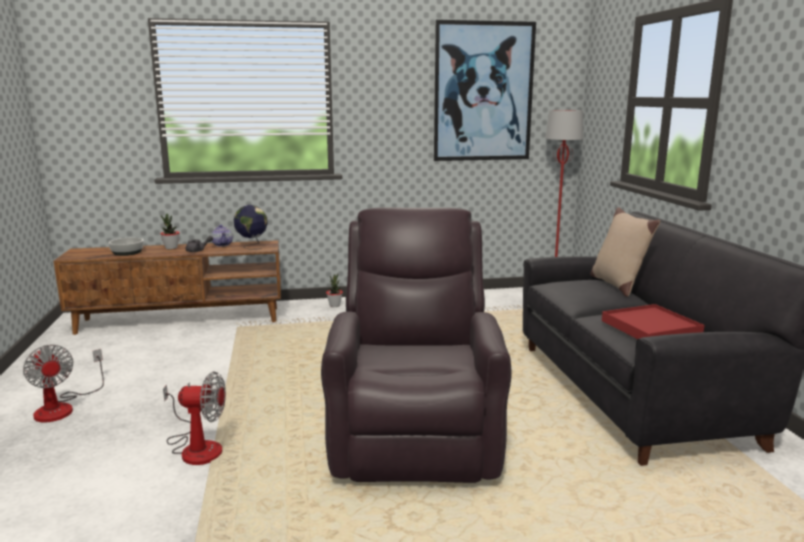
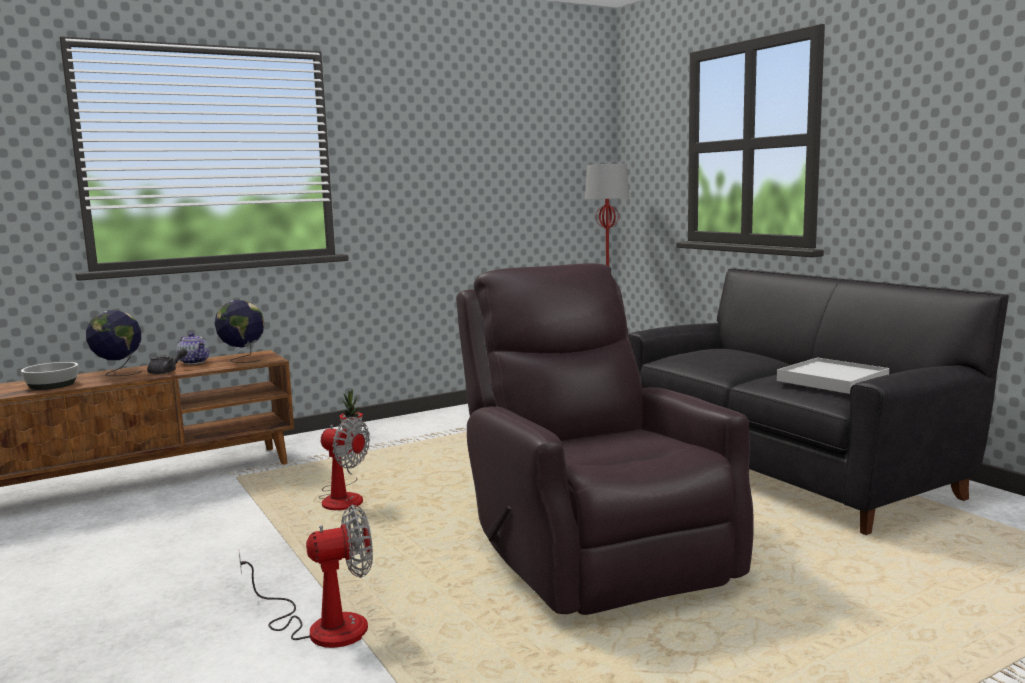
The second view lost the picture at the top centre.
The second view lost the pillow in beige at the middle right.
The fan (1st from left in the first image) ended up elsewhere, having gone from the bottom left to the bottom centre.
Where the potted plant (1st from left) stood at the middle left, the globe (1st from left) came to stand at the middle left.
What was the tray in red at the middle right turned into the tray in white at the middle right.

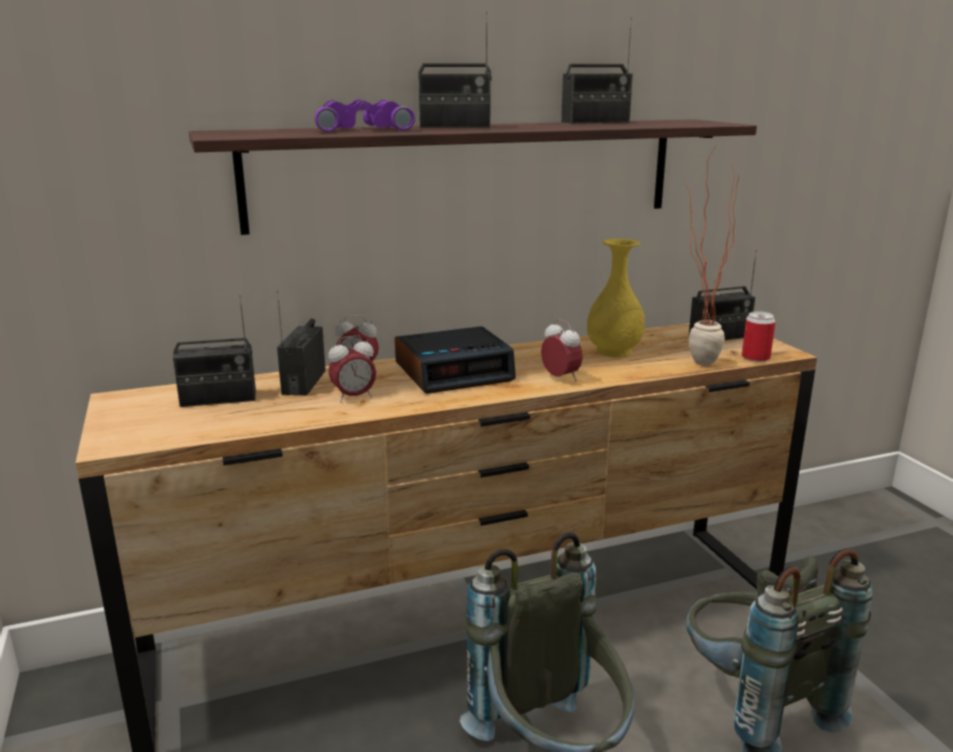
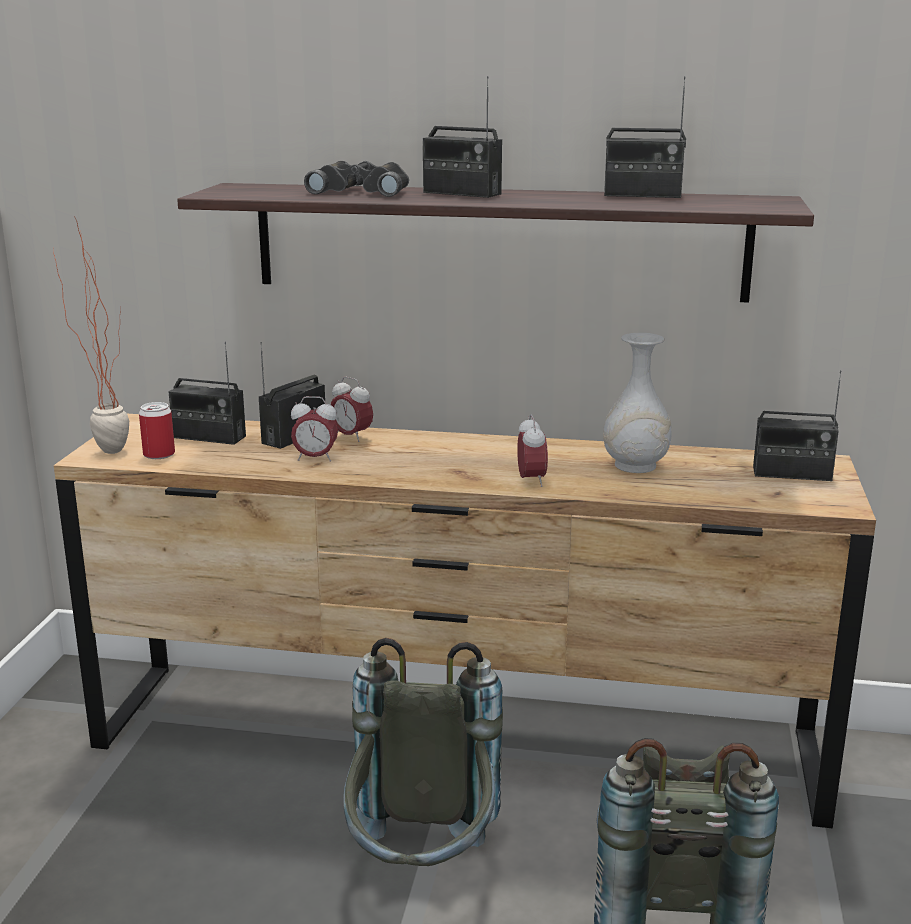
The second view lost the alarm clock (3rd from left) at the centre.
The potted plant ended up elsewhere, having gone from the middle right to the middle left.
The can ended up elsewhere, having gone from the middle right to the middle left.
What was the binoculars in purple at the top centre turned into the binoculars in black at the top centre.
What was the vase in yellow at the centre turned into the vase in white at the middle right.

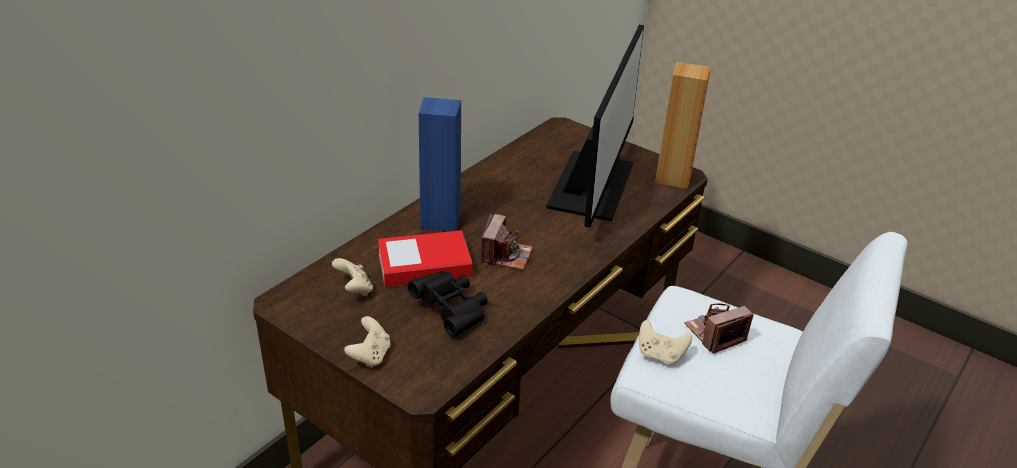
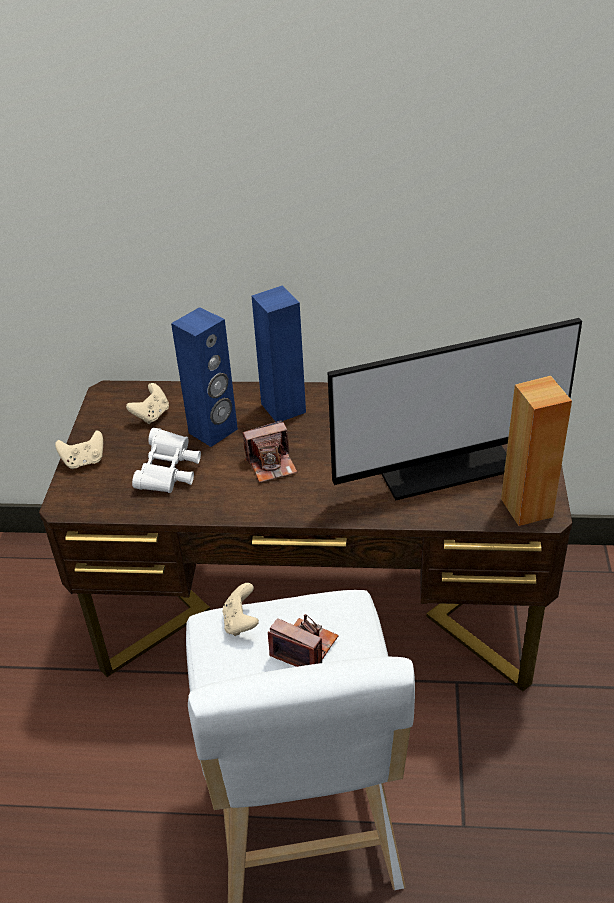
Where the book stood at the centre, the speaker in blue (1st from left) came to stand at the middle left.
What was the binoculars in black at the centre turned into the binoculars in white at the middle left.

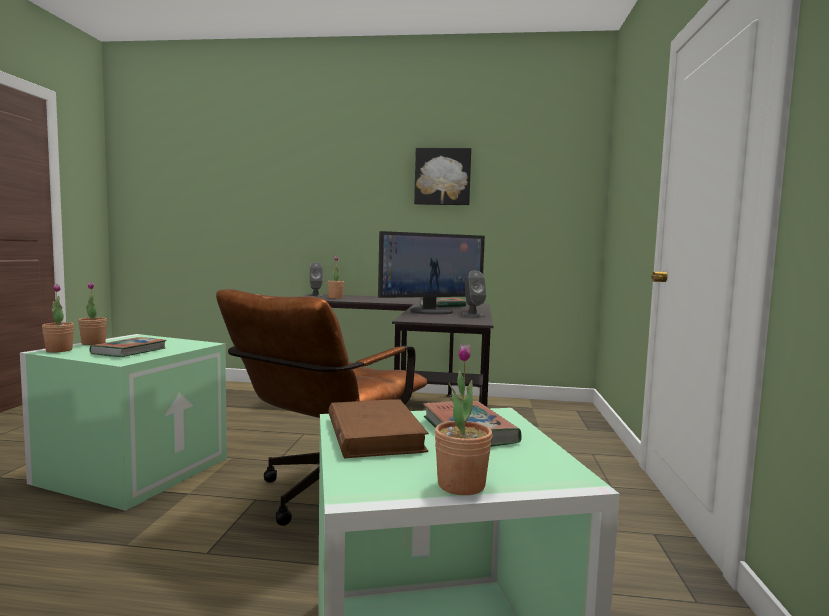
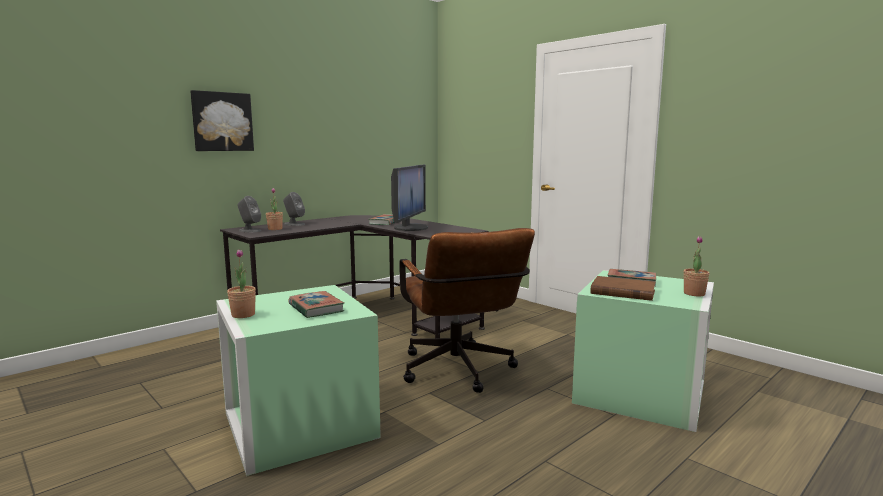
The second view lost the potted plant (1st from left) at the middle left.
The picture ended up elsewhere, having gone from the top centre to the top left.
The speaker in grey (2nd from left) ended up elsewhere, having gone from the centre to the middle left.

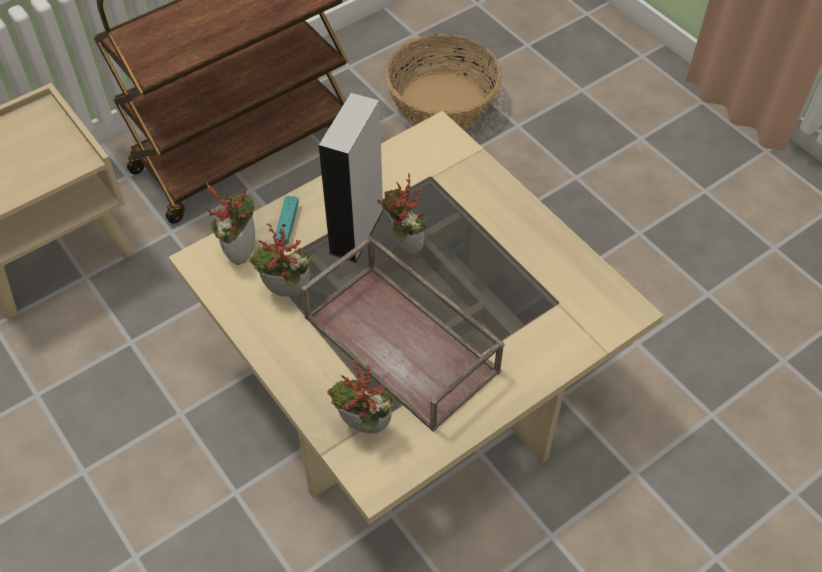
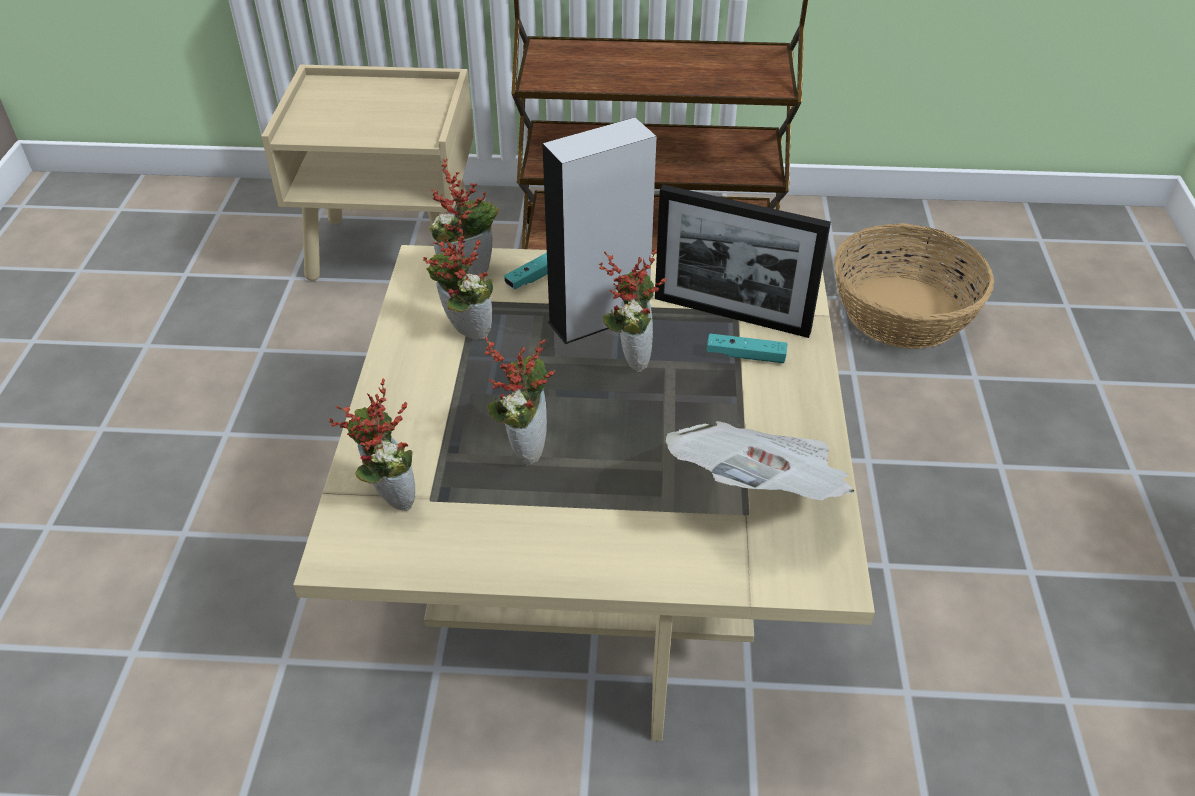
The second view gained the picture frame at the top centre.
The second view gained the newspaper at the centre.
The second view gained the game controller in turquoise (2nd from left) at the centre.
Where the tray in brown stood at the centre, the potted plant (4th from left) came to stand at the centre.

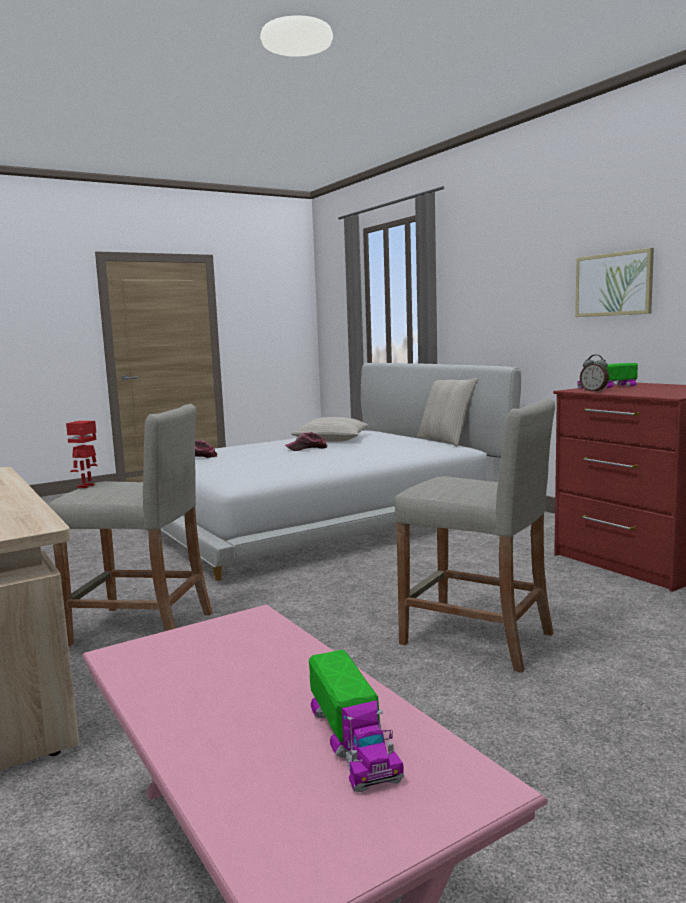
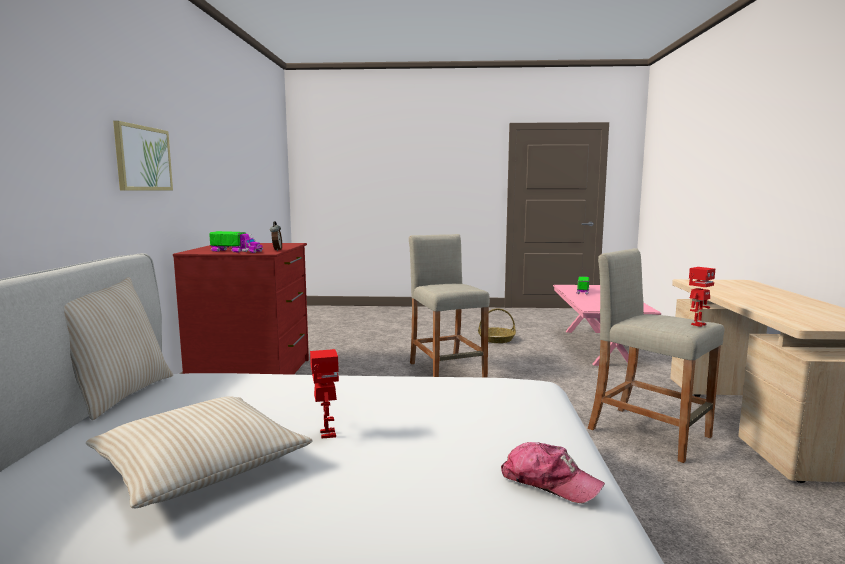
The second view gained the basket at the centre.
Where the cap (2nd from left) stood at the centre, the toy robot (1st from left) came to stand at the bottom centre.

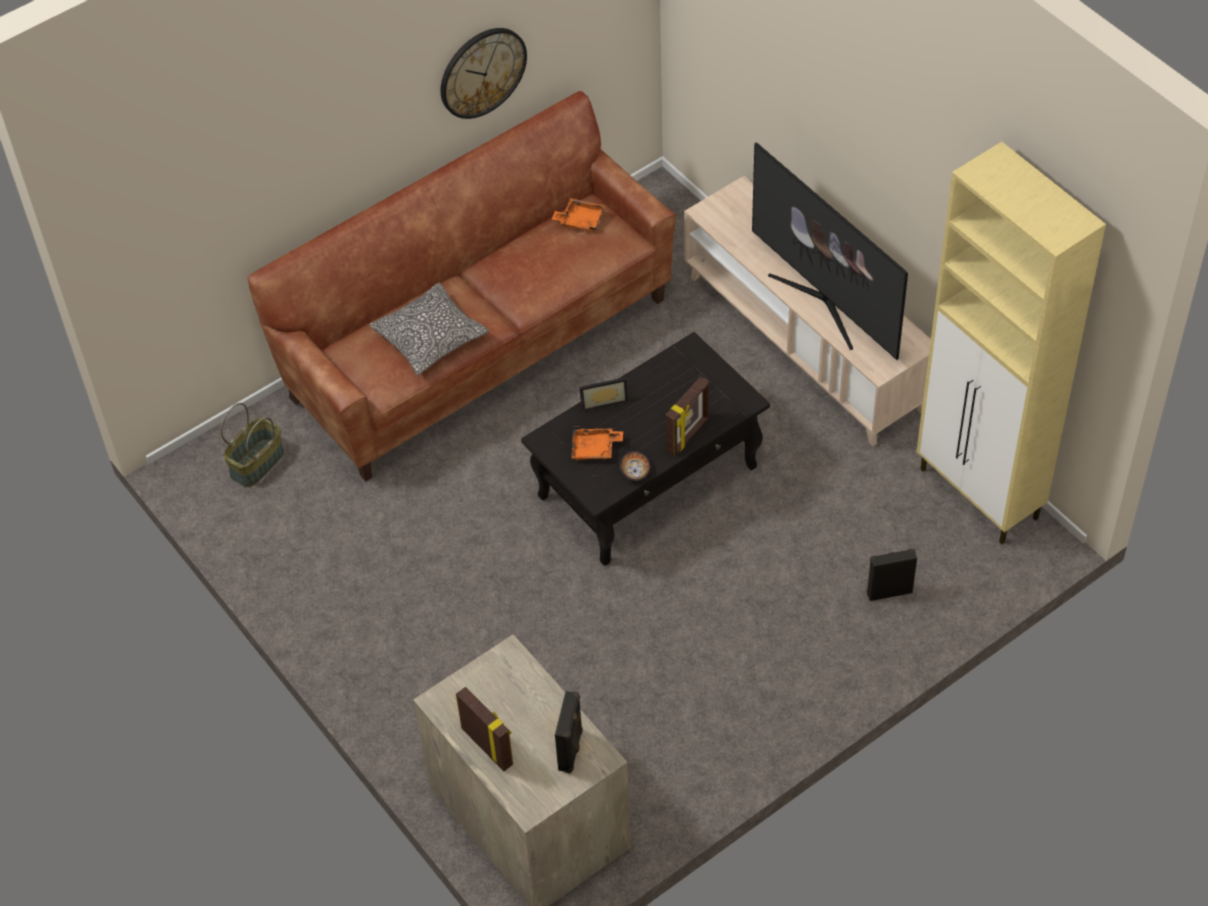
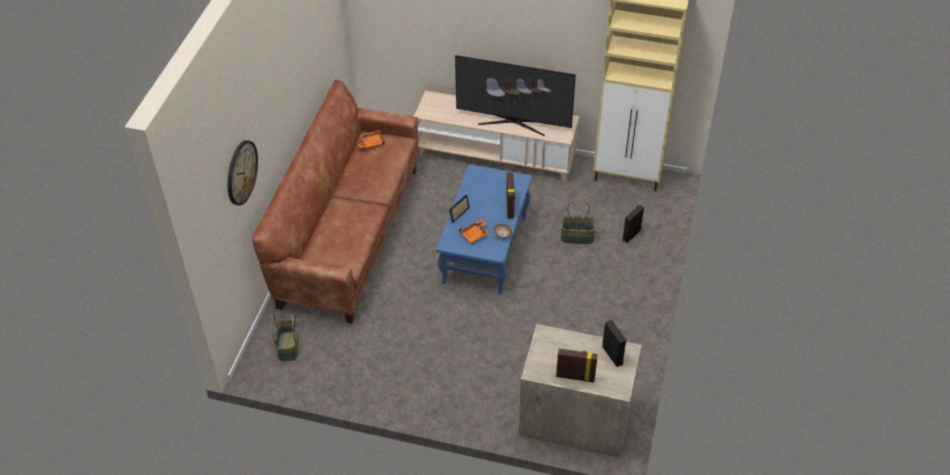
The second view lost the pillow at the centre.
The second view gained the basket (2nd from left) at the centre.
The wall clock ended up elsewhere, having gone from the top centre to the middle left.
What was the coffee table in black at the centre turned into the coffee table in blue at the centre.

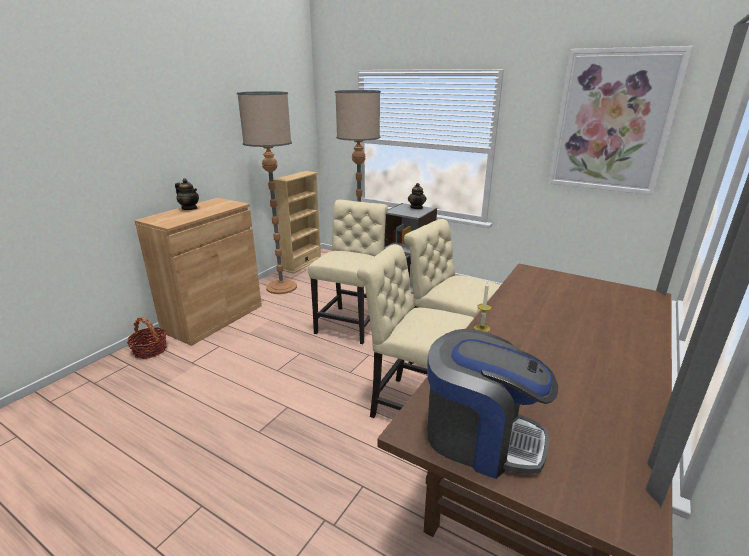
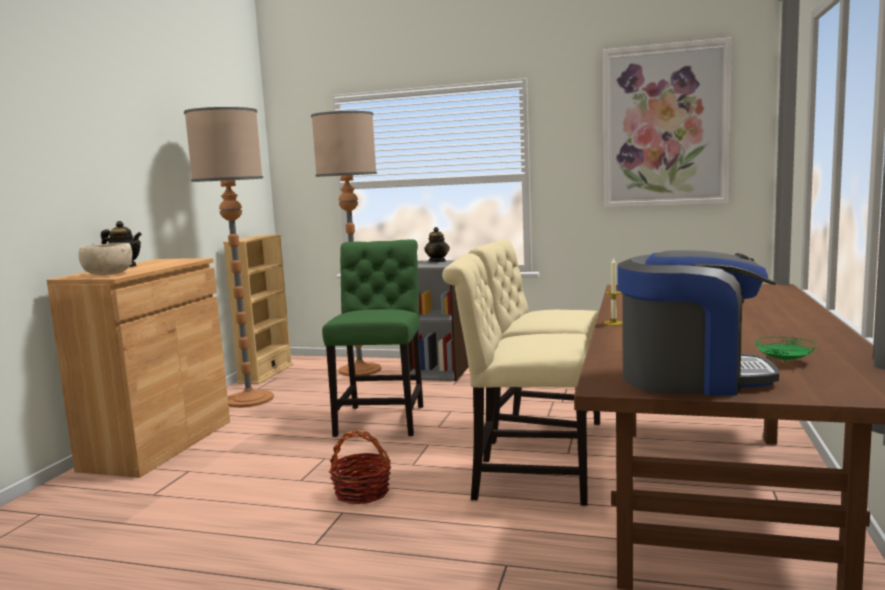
The second view gained the bowl in beige at the middle left.
The second view gained the plate in green at the middle right.
The basket ended up elsewhere, having gone from the middle left to the bottom centre.
What was the chair in beige (1st from left) at the centre turned into the chair in green at the centre.

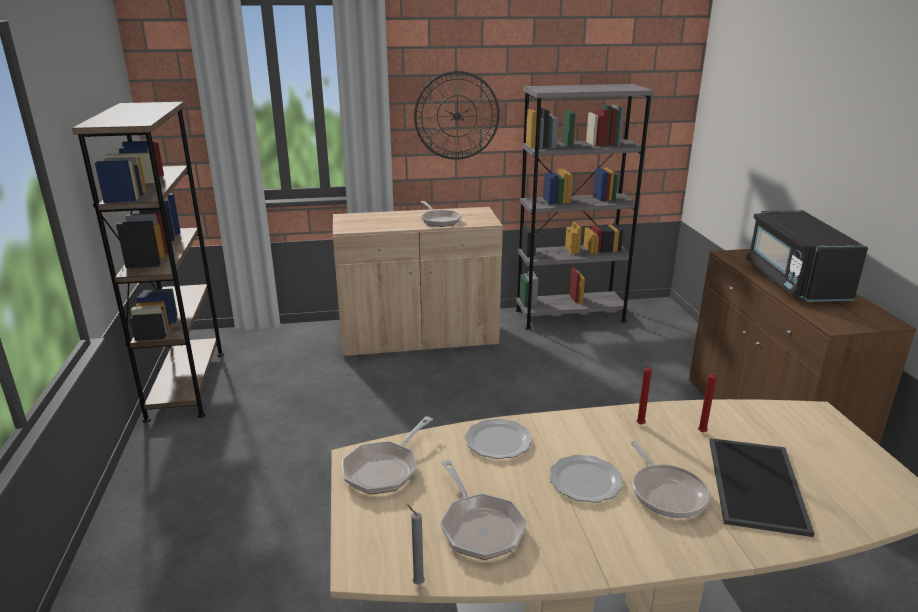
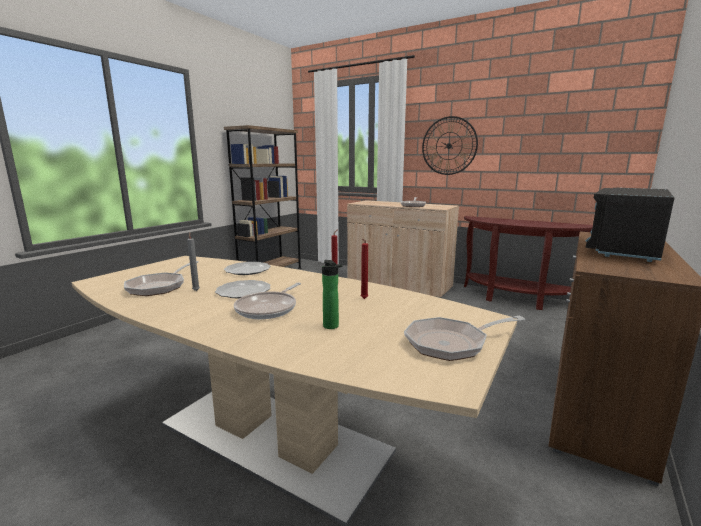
The frying pan (1st from left in the first image) ended up elsewhere, having gone from the bottom centre to the centre.
The candle in grey ended up elsewhere, having gone from the bottom centre to the middle left.
Where the bookcase in grey stood at the centre, the console table in brown came to stand at the middle right.
Where the tray stood at the bottom right, the bottle came to stand at the centre.

